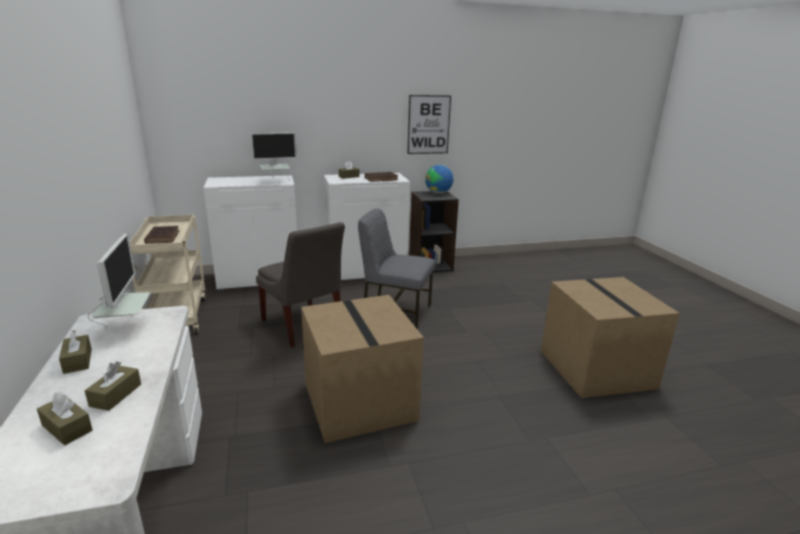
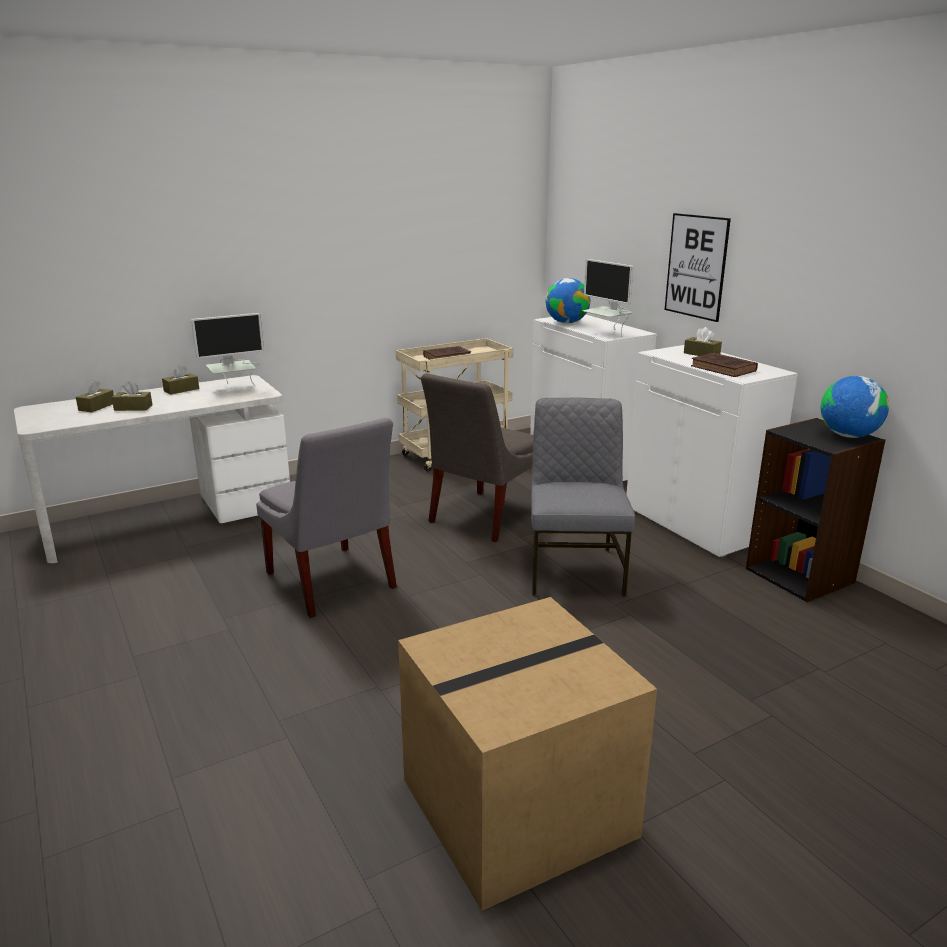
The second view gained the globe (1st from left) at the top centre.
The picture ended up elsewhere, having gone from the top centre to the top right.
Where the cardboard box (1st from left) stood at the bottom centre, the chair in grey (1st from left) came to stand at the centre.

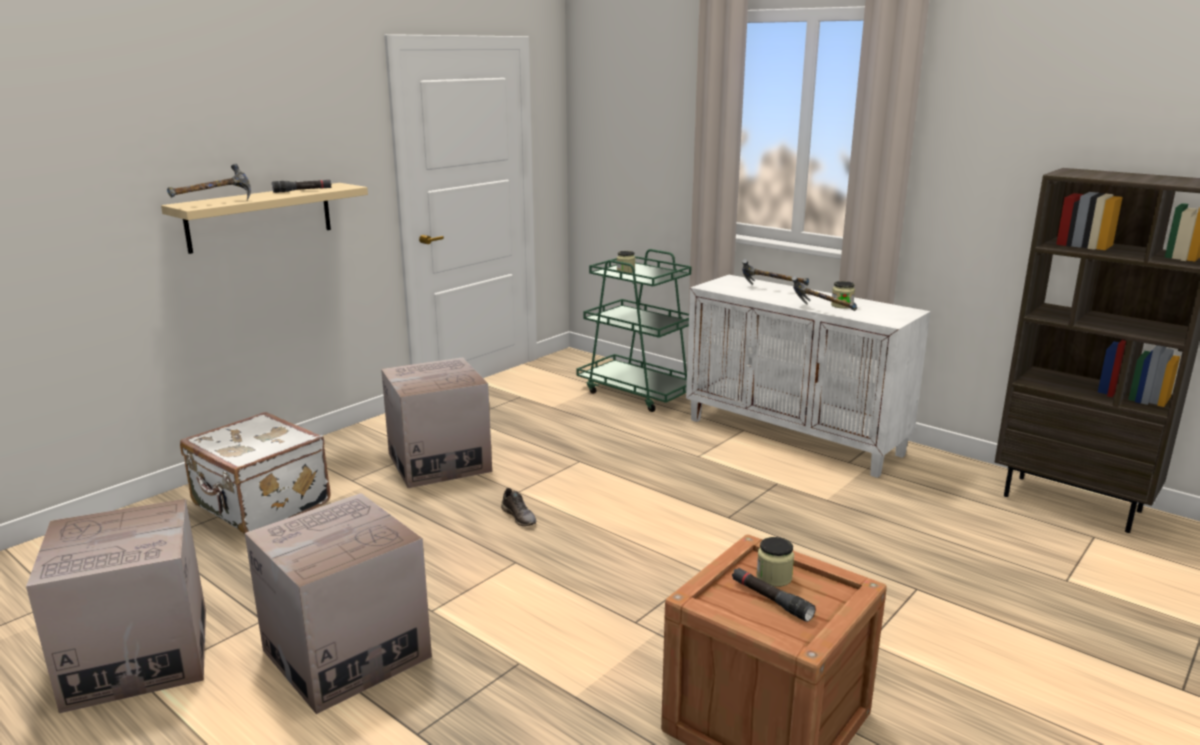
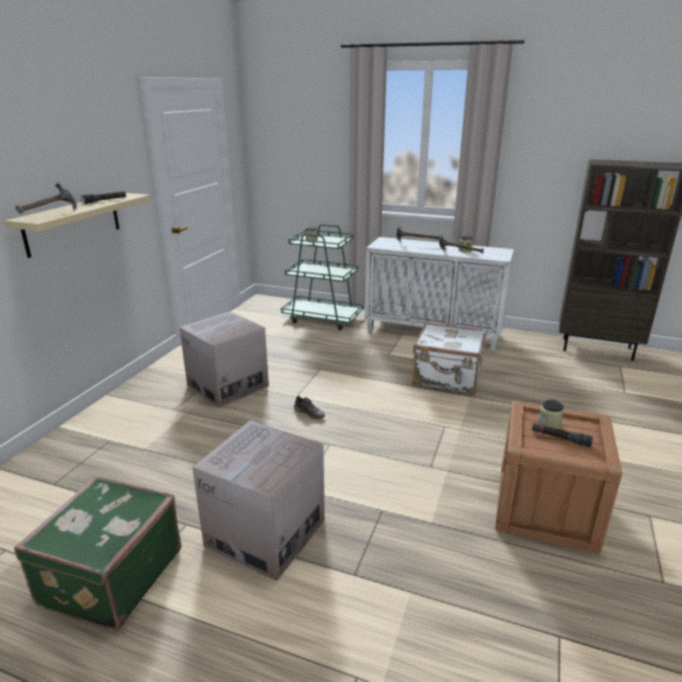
The suitcase in white ended up elsewhere, having gone from the middle left to the centre.
Where the cardboard box (1st from left) stood at the bottom left, the suitcase in green came to stand at the bottom left.

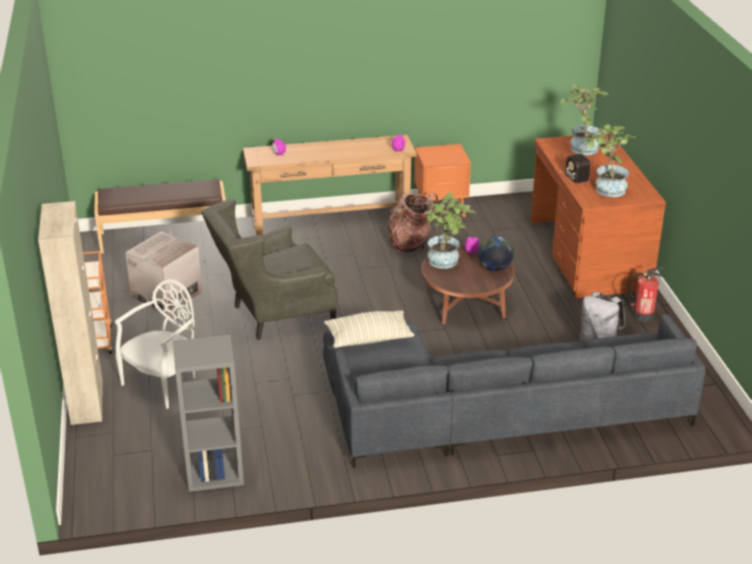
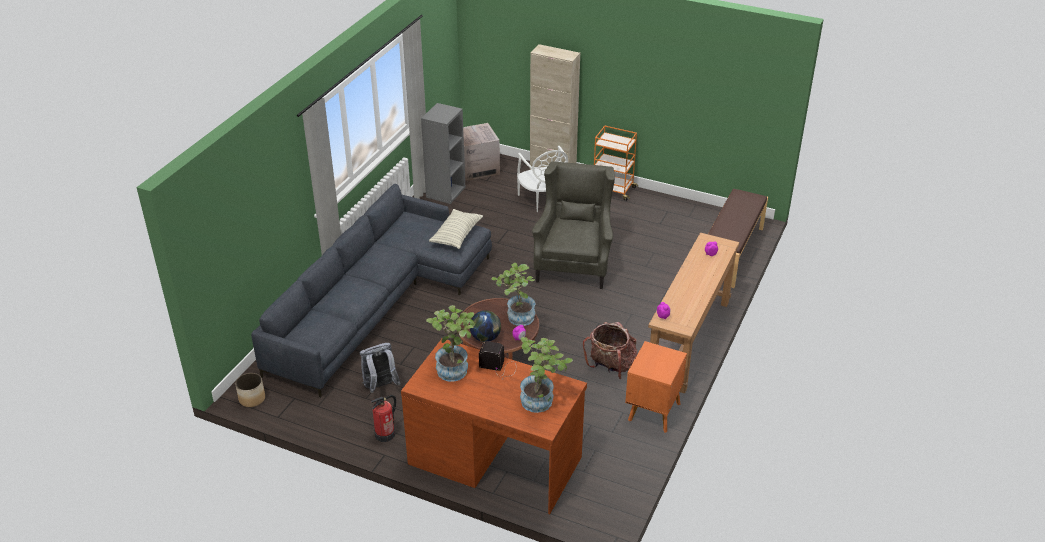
The second view gained the planter at the bottom left.
The cardboard box ended up elsewhere, having gone from the middle left to the top centre.

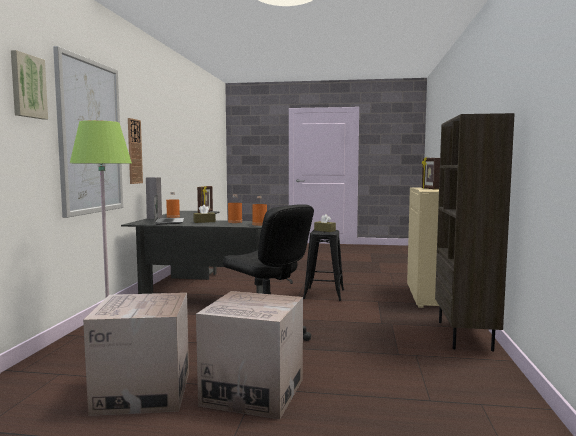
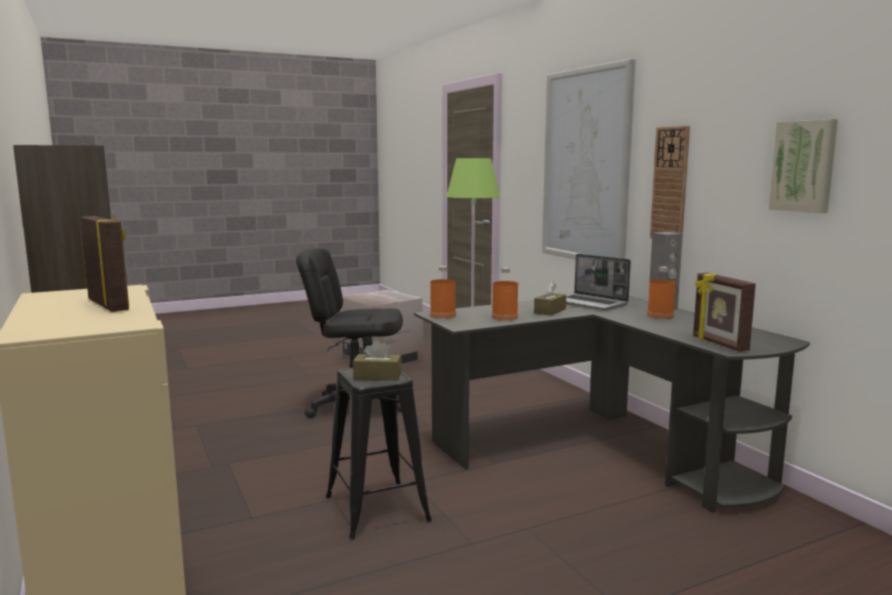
The second view lost the cardboard box (2nd from left) at the bottom centre.
The picture (1st from left in the first image) ended up elsewhere, having gone from the top left to the top right.

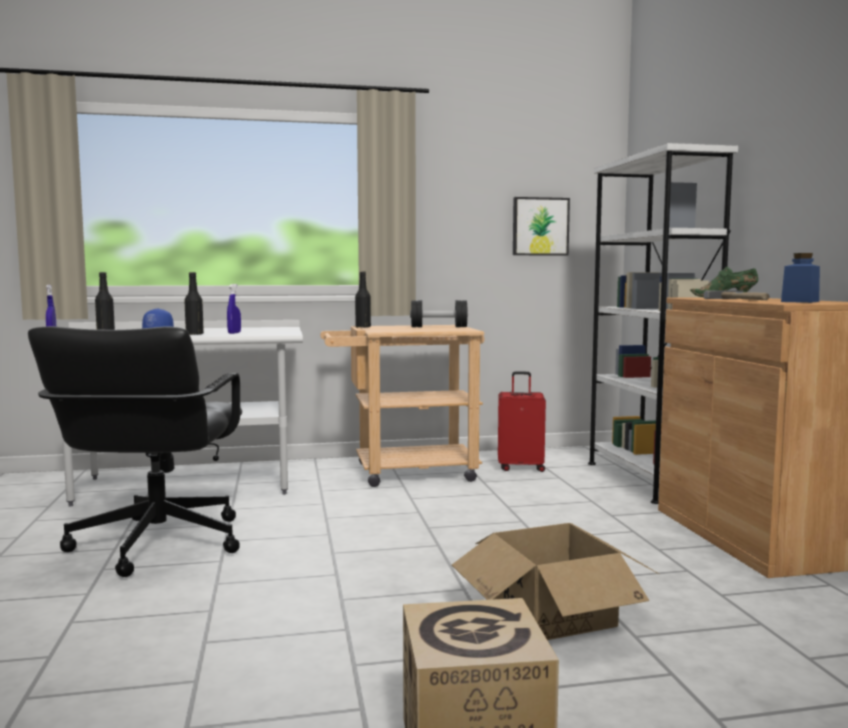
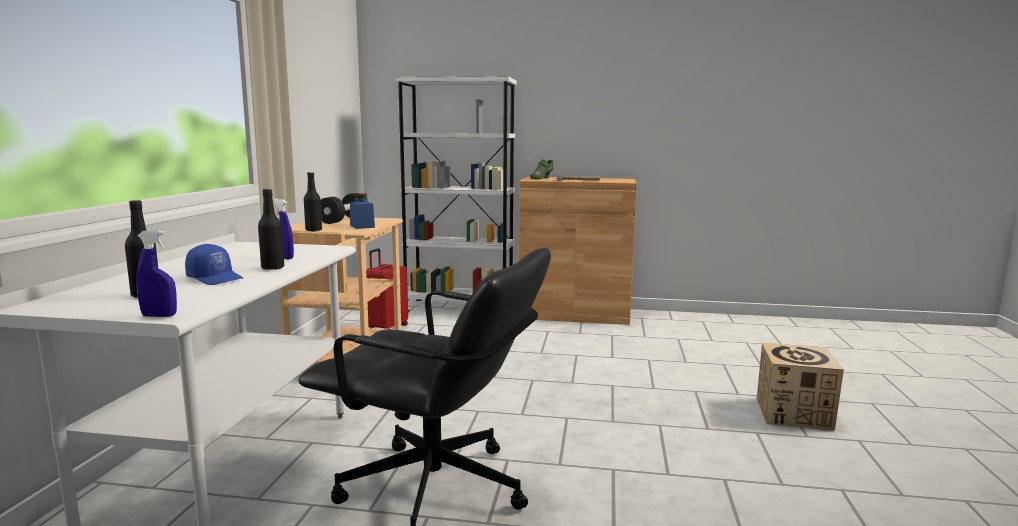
The second view lost the cardboard box (2nd from left) at the bottom centre.
The second view lost the picture at the top centre.
The jar in blue ended up elsewhere, having gone from the middle right to the centre.

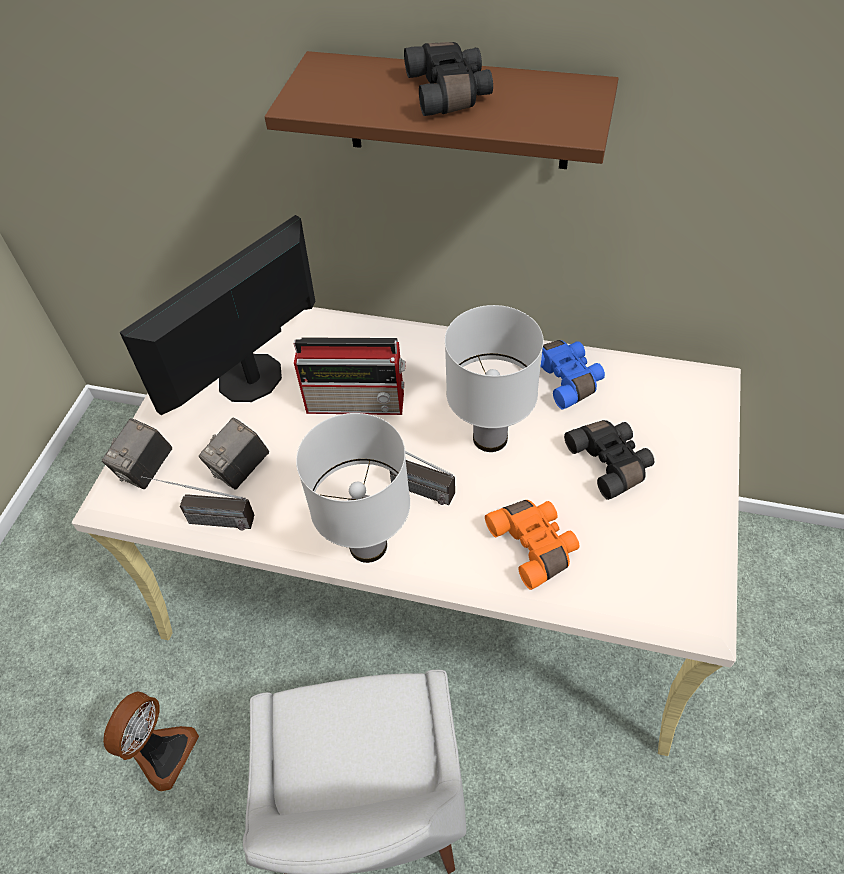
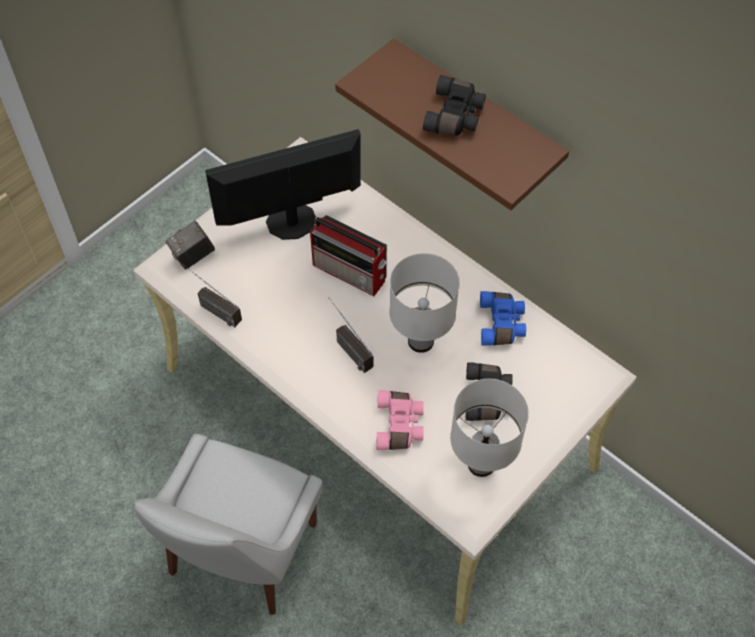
The second view lost the fan at the bottom left.
The second view lost the photo camera (2nd from left) at the middle left.
The table lamp in white (1st from left in the first image) ended up elsewhere, having gone from the centre to the bottom centre.
What was the binoculars in orange at the centre turned into the binoculars in pink at the centre.

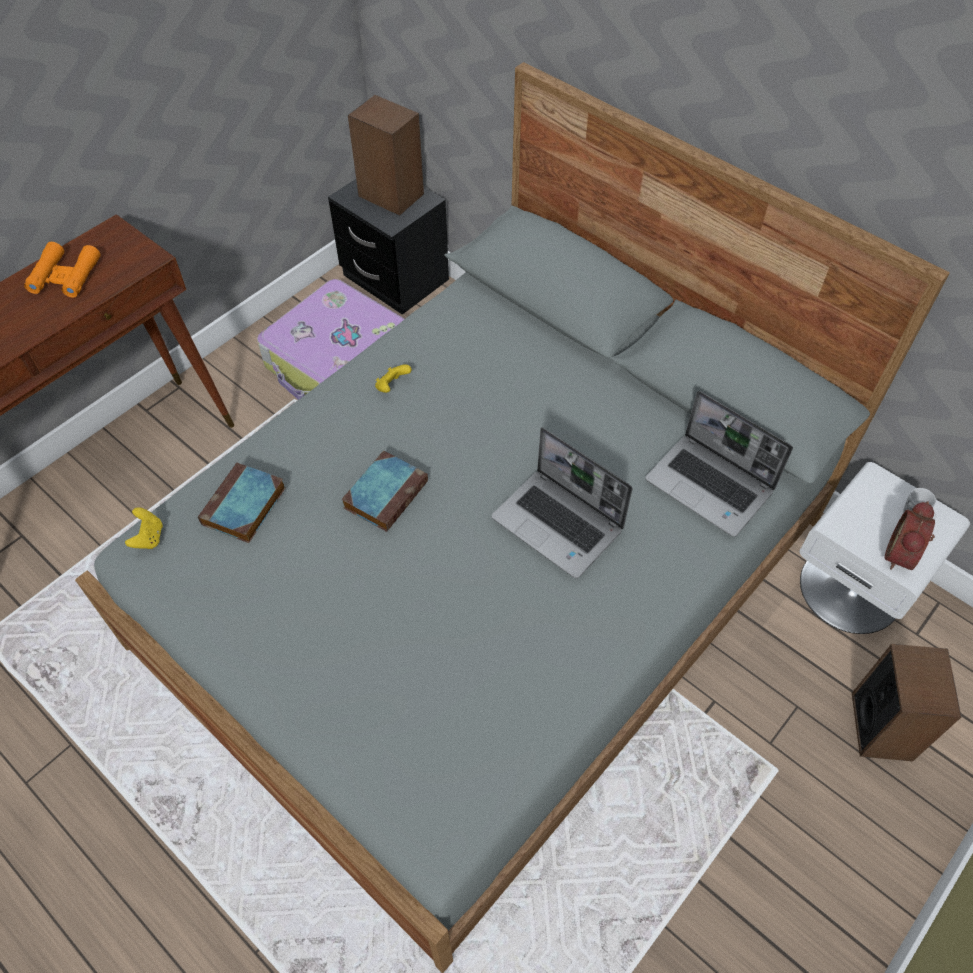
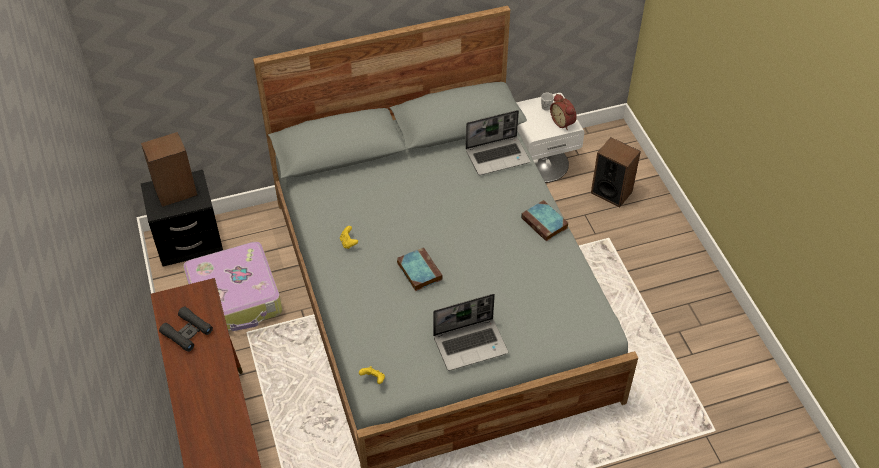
The book (1st from left in the first image) ended up elsewhere, having gone from the middle left to the centre.
The laptop (1st from left) ended up elsewhere, having gone from the centre to the bottom centre.
What was the binoculars in orange at the top left turned into the binoculars in black at the bottom left.

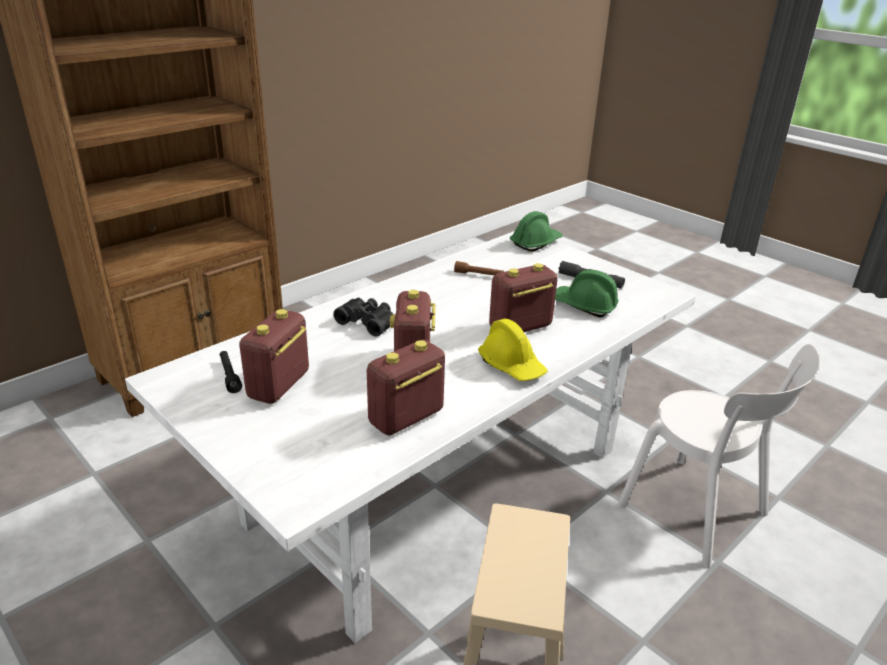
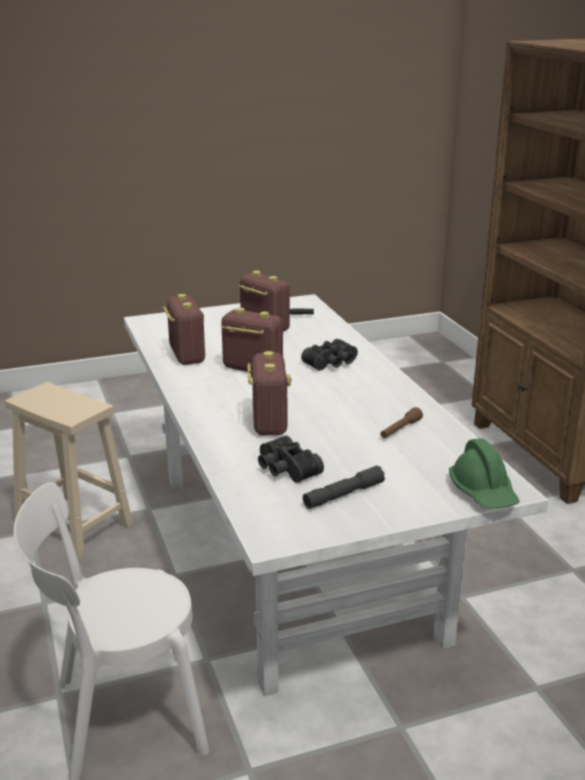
The second view lost the hard hat in yellow at the centre.
Where the hard hat in green (2nd from left) stood at the centre, the binoculars in black (1st from left) came to stand at the centre.

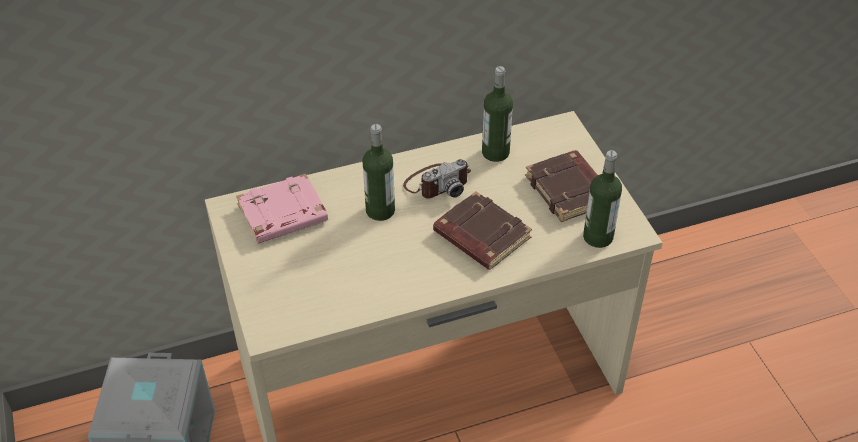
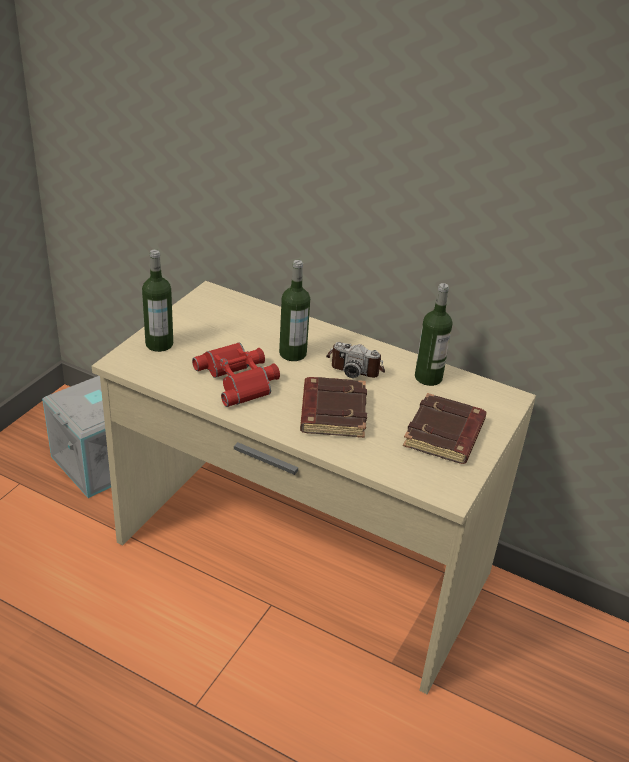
The second view lost the book in pink at the middle left.
The second view gained the binoculars in red at the centre.
The bottle (3rd from left in the first image) ended up elsewhere, having gone from the middle right to the middle left.

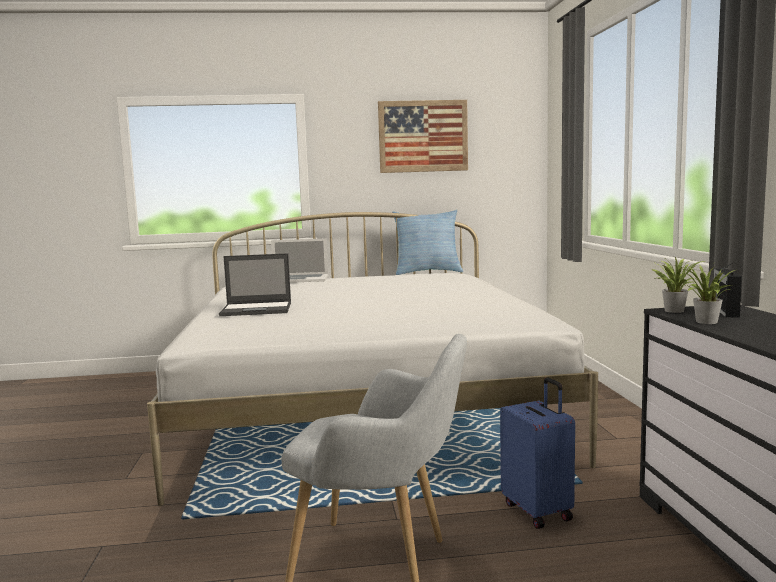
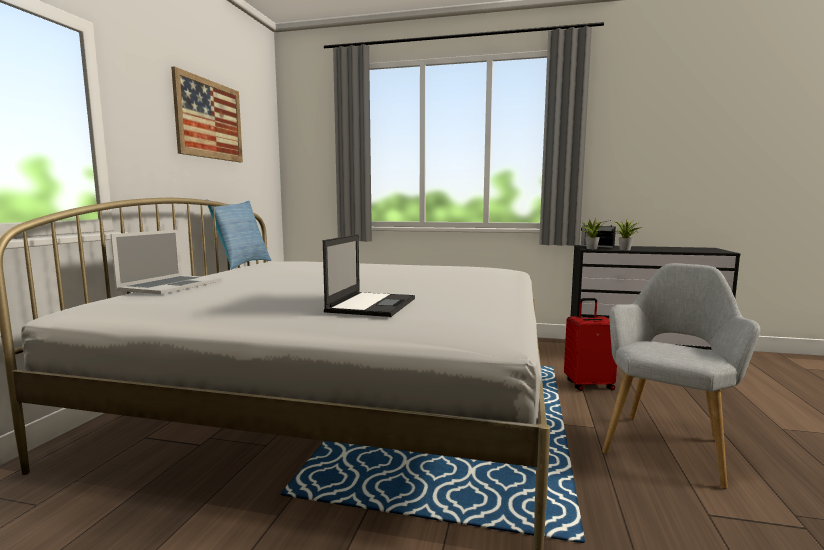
What was the suitcase in blue at the bottom right turned into the suitcase in red at the middle right.

